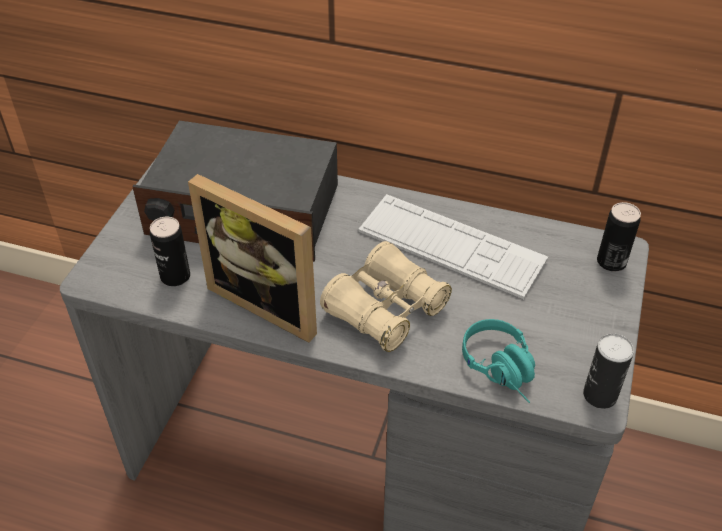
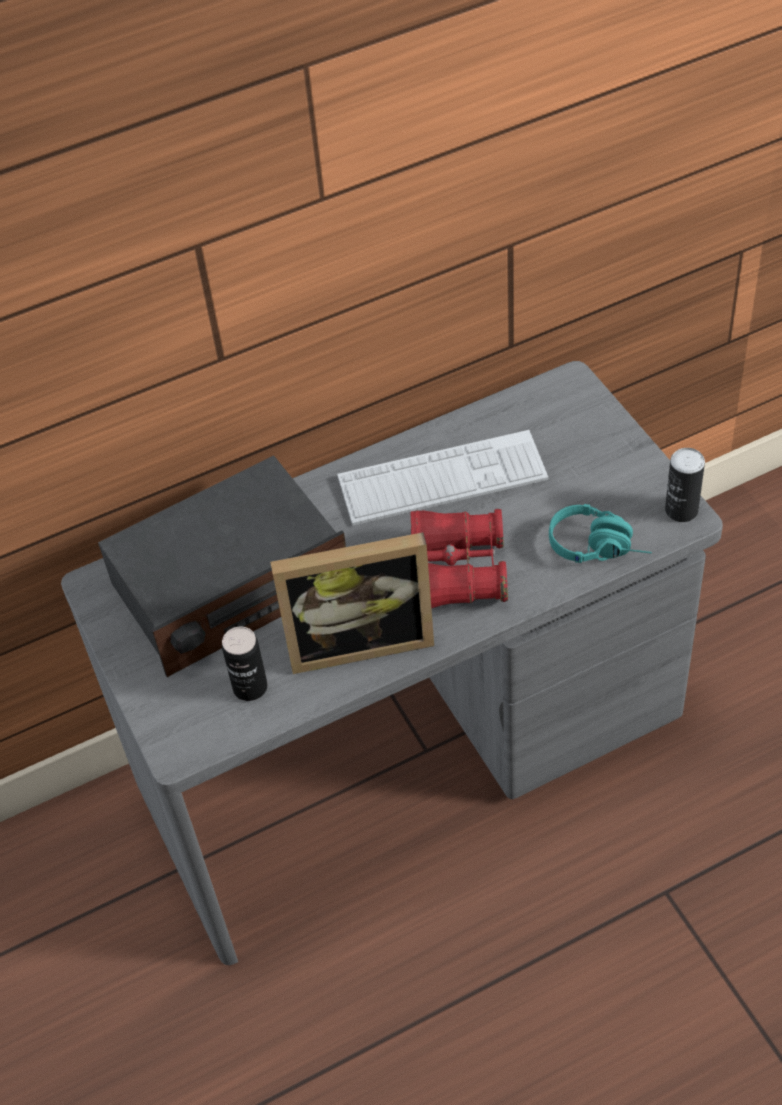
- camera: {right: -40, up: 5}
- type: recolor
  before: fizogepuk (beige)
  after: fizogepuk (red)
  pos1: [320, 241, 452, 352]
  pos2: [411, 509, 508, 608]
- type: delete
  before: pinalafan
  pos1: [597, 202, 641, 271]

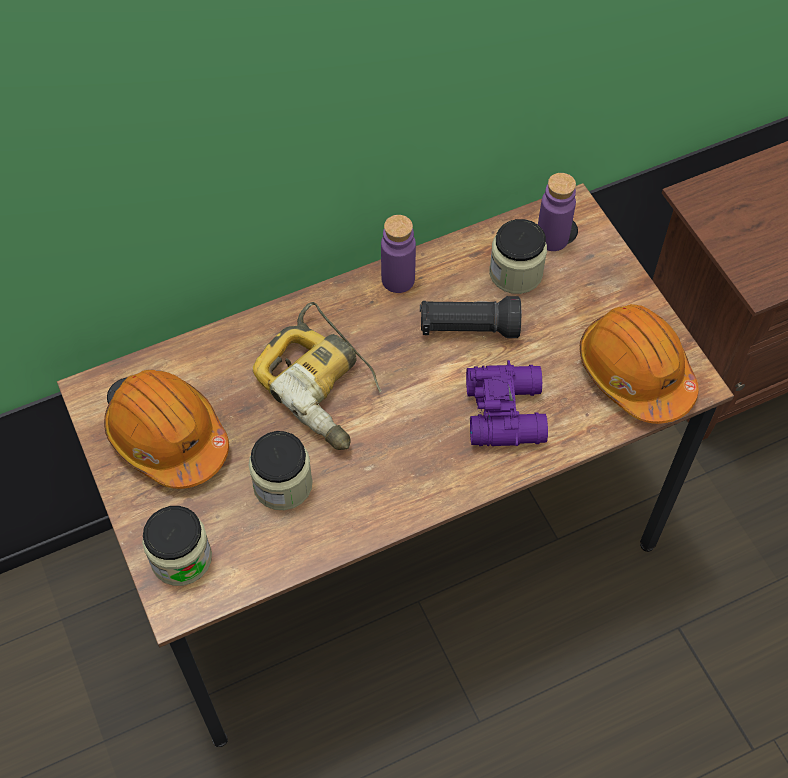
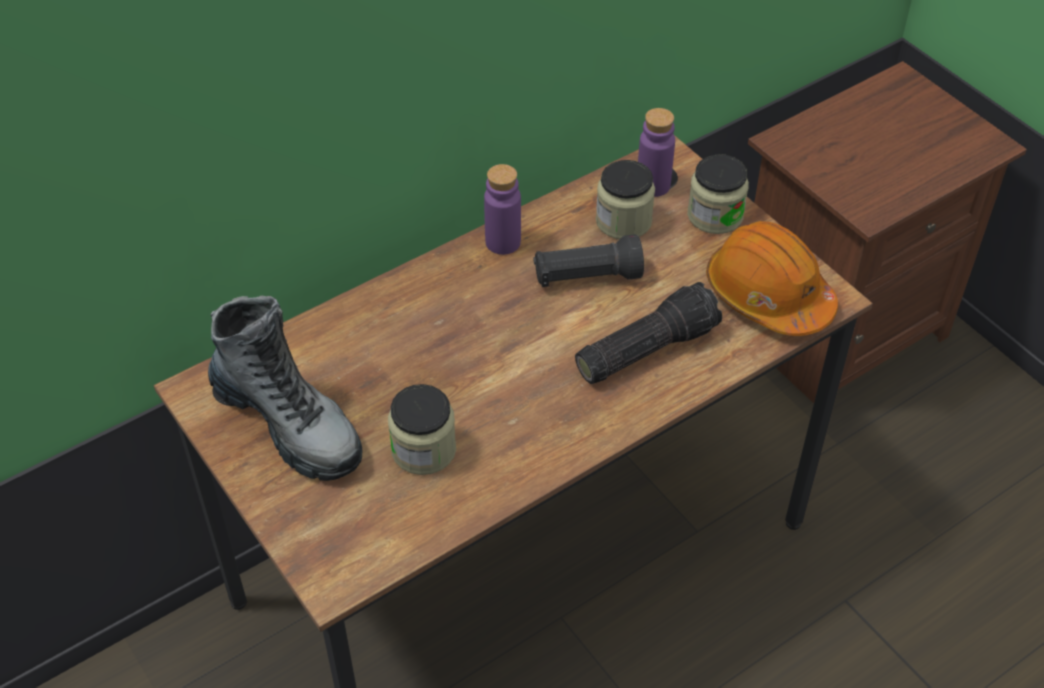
- camera: {right: -10, up: -10}
- type: replace
  before: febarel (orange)
  after: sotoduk
  pos1: [104, 370, 229, 489]
  pos2: [208, 296, 362, 481]
- type: replace
  before: fizogepuk (purple)
  after: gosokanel
  pos1: [466, 360, 548, 446]
  pos2: [575, 282, 722, 384]
- type: move
  before: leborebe
  pos1: [142, 506, 212, 586]
  pos2: [687, 154, 749, 234]
- type: delete
  before: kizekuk
  pos1: [253, 302, 382, 450]

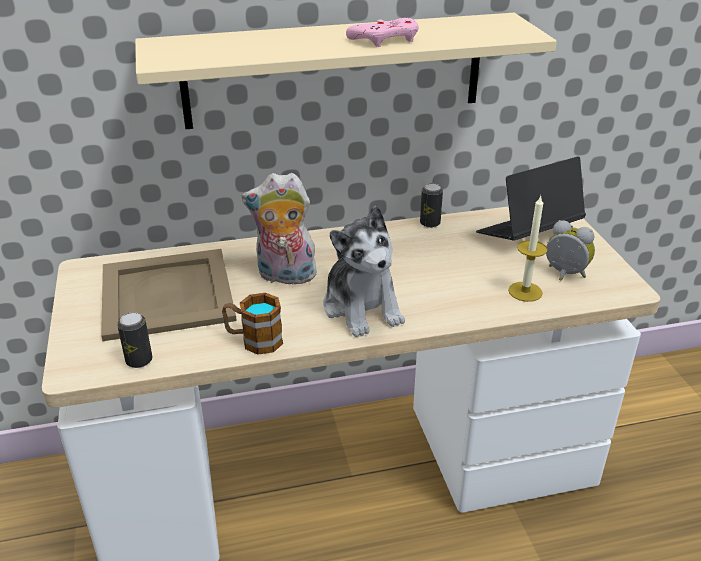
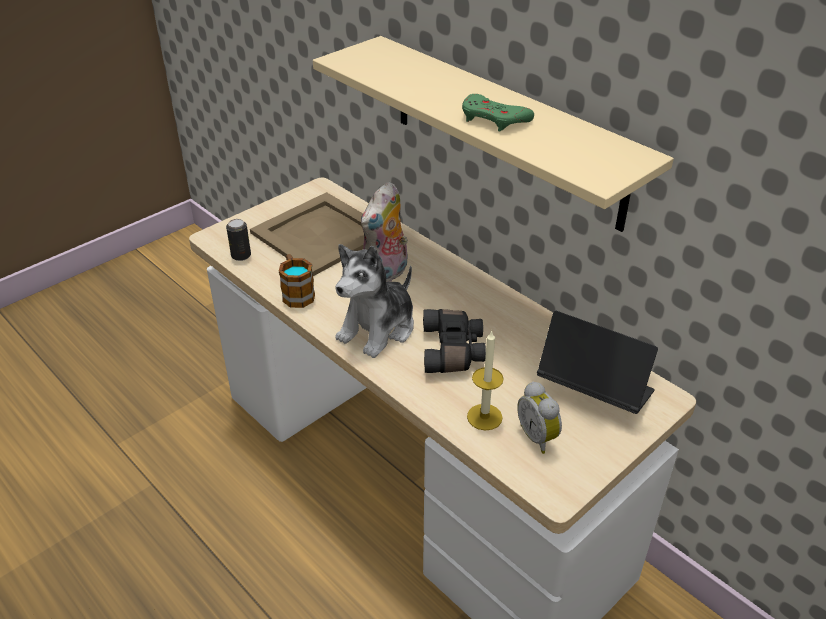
- camera: {right: 60, up: 5}
- type: rotate
  before: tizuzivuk
  pos1: [242, 173, 319, 288]
  pos2: [361, 181, 408, 282]
  turn: -120
- type: insert
  after: fizogepuk (black)
  pos2: [423, 309, 486, 373]
- type: recolor
  before: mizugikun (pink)
  after: mizugikun (green)
  pos1: [346, 18, 419, 47]
  pos2: [462, 94, 534, 131]
- type: rotate
  before: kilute
  pos1: [546, 220, 595, 281]
  pos2: [517, 381, 562, 454]
  turn: 150
- type: delete
  before: pinalafan
  pos1: [420, 183, 443, 228]

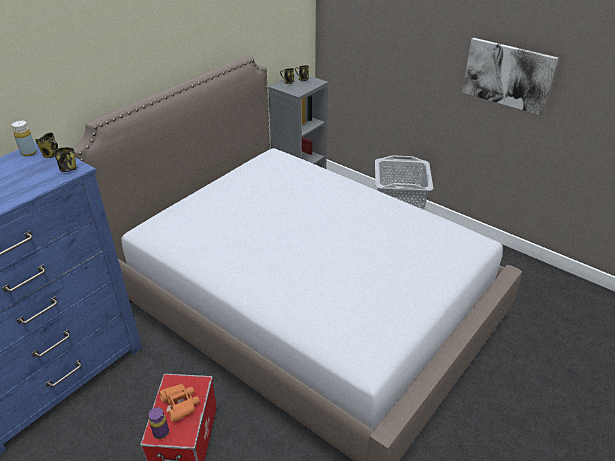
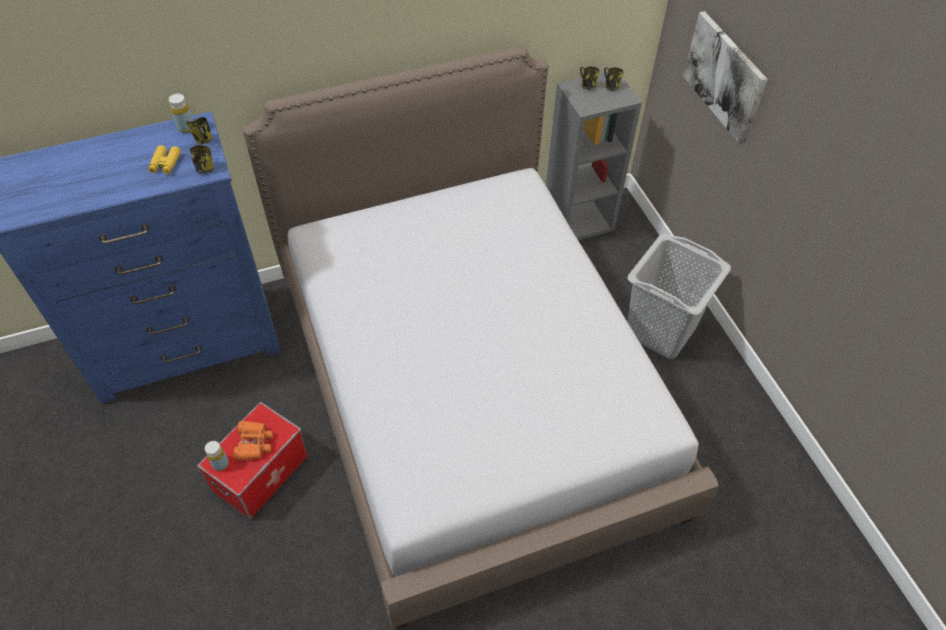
- camera: {right: 30, up: 15}
- type: insert
  after: fizogepuk (yellow)
  pos2: [148, 145, 181, 174]
- type: recolor
  before: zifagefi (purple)
  after: zifagefi (yellow)
  pos1: [149, 407, 169, 439]
  pos2: [205, 441, 229, 471]
- type: move
  before: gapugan
  pos1: [462, 38, 559, 115]
  pos2: [683, 11, 768, 144]

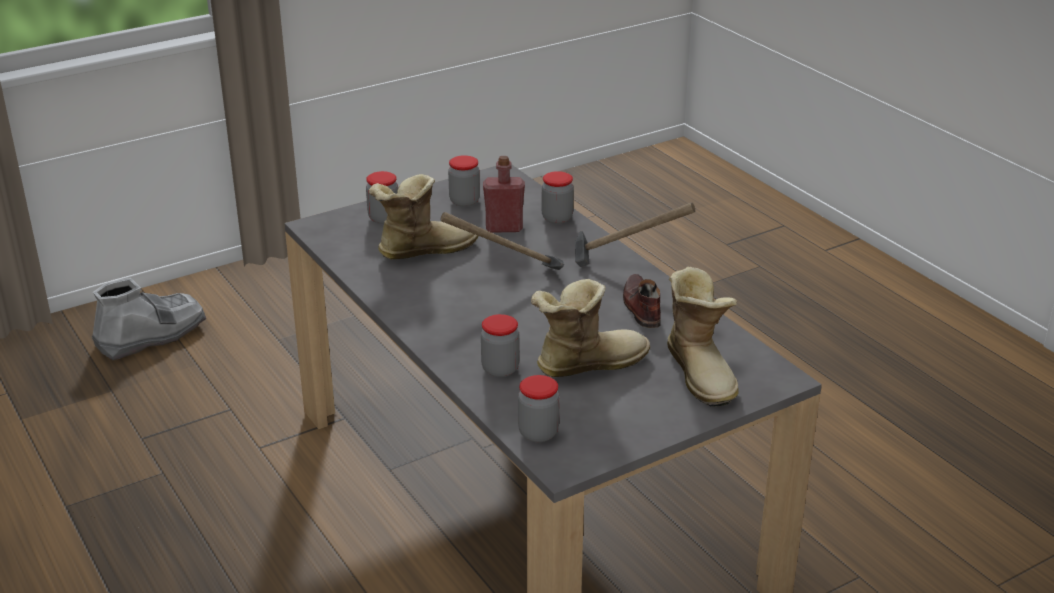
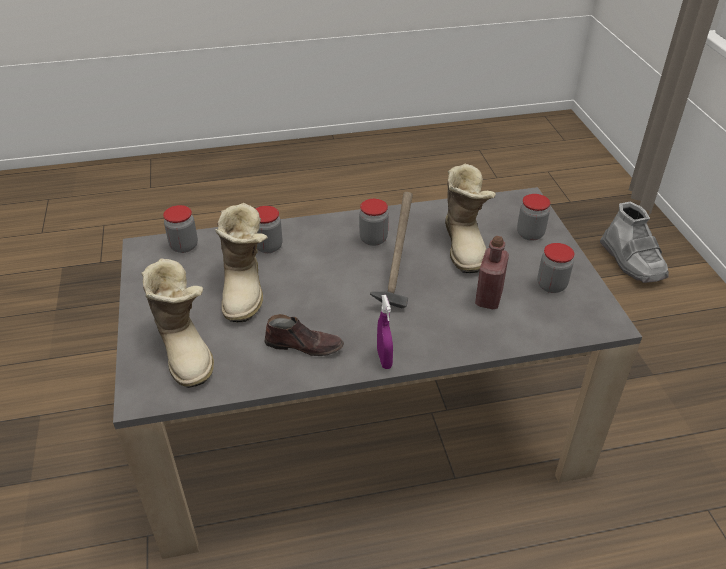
- camera: {right: 110, up: 10}
- type: rotate
  before: sotoduk
  pos1: [667, 267, 739, 407]
  pos2: [141, 258, 214, 388]
  turn: -120
- type: move
  before: leborebe
  pos1: [542, 171, 574, 224]
  pos2: [359, 199, 389, 246]
- type: replace
  before: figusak
  after: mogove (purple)
  pos1: [575, 202, 695, 267]
  pos2: [377, 295, 393, 369]

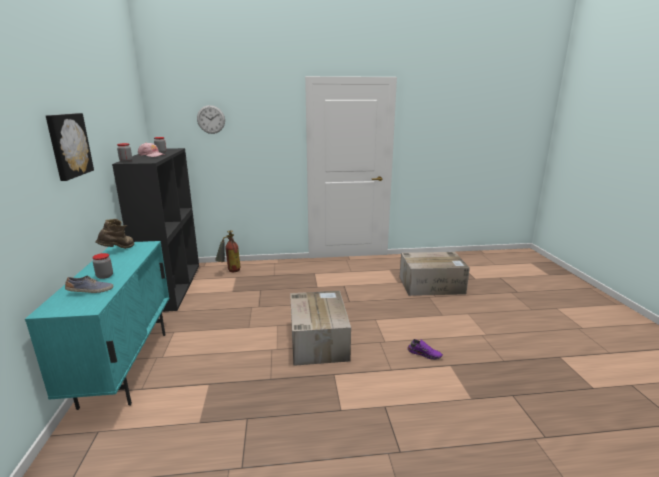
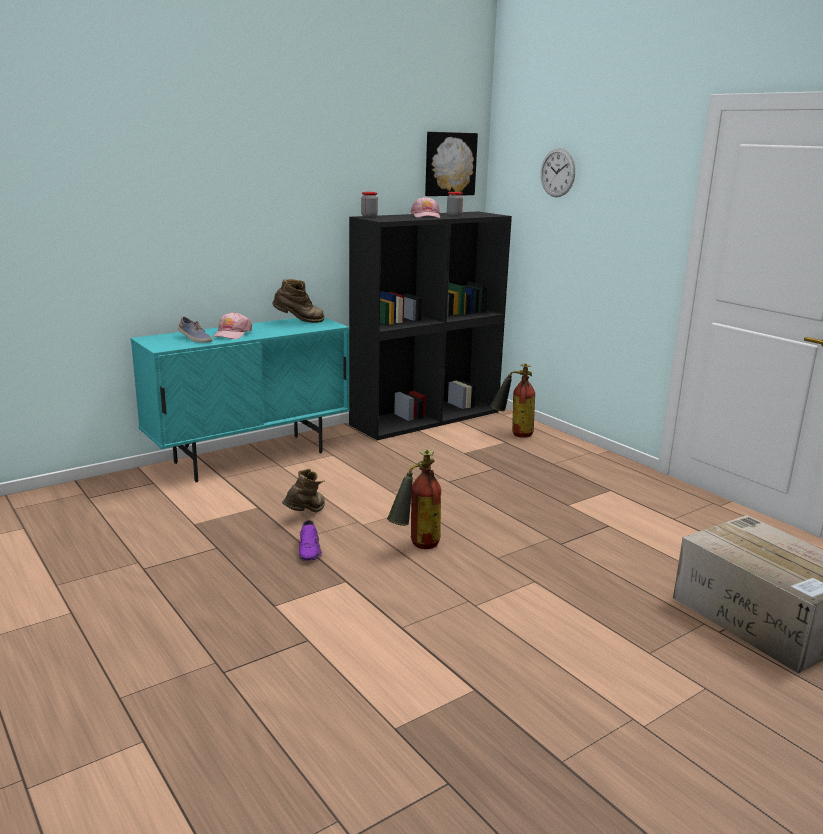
- camera: {right: 60, up: 0}
- type: replace
  before: leborebe
  after: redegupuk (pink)
  pos1: [92, 253, 113, 279]
  pos2: [213, 312, 252, 339]
- type: insert
  after: sotoduk (brown)
  pos2: [282, 469, 325, 513]
- type: move
  before: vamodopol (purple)
  pos1: [407, 339, 443, 360]
  pos2: [299, 520, 322, 561]
- type: replace
  before: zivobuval
  after: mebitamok
  pos1: [290, 291, 351, 366]
  pos2: [387, 450, 441, 549]
- type: move
  before: gapugan
  pos1: [46, 113, 94, 181]
  pos2: [425, 132, 478, 196]

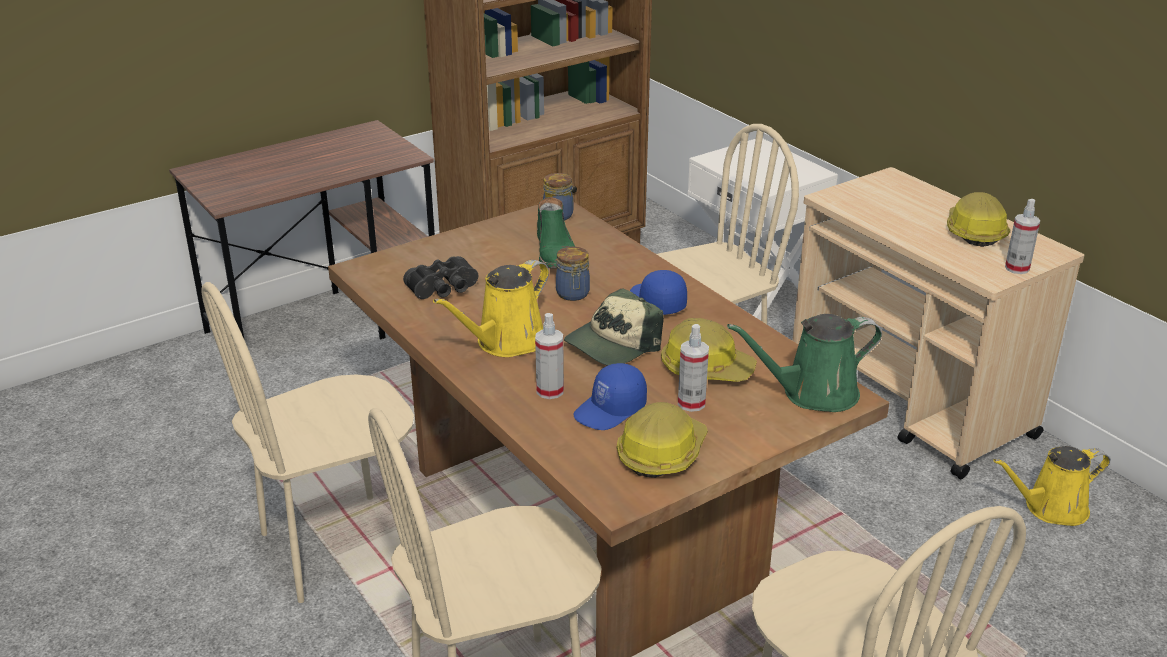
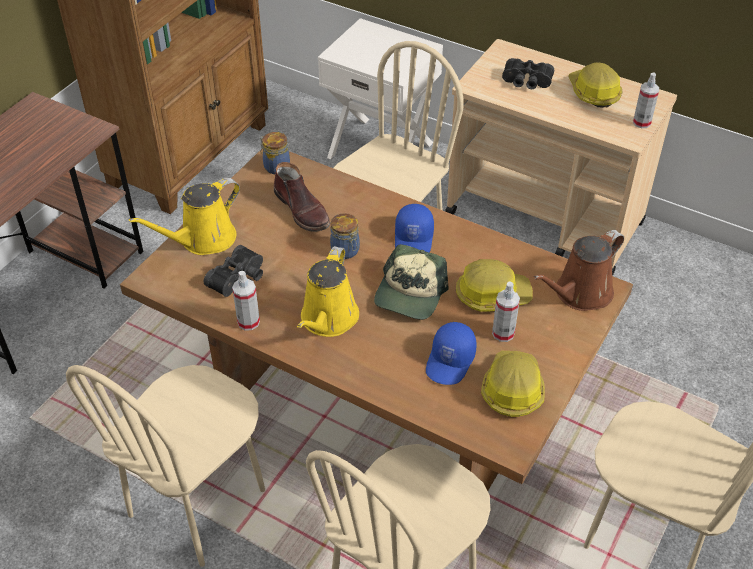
- camera: {right: -25, up: 15}
- type: move
  before: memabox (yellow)
  pos1: [993, 446, 1110, 526]
  pos2: [129, 178, 240, 255]
- type: move
  before: mogove
  pos1: [535, 313, 564, 399]
  pos2: [232, 271, 260, 331]
- type: recolor
  before: sotoduk (green)
  after: sotoduk (brown)
  pos1: [537, 197, 575, 269]
  pos2: [274, 162, 330, 232]
- type: rotate
  before: redegupuk (blue)
  pos1: [630, 270, 687, 315]
  pos2: [395, 204, 434, 252]
  turn: -120
- type: insert
  after: fizogepuk (black)
  pos2: [502, 58, 554, 89]
- type: recolor
  before: memabox (green)
  after: memabox (brown)
  pos1: [727, 314, 882, 412]
  pos2: [534, 230, 624, 311]

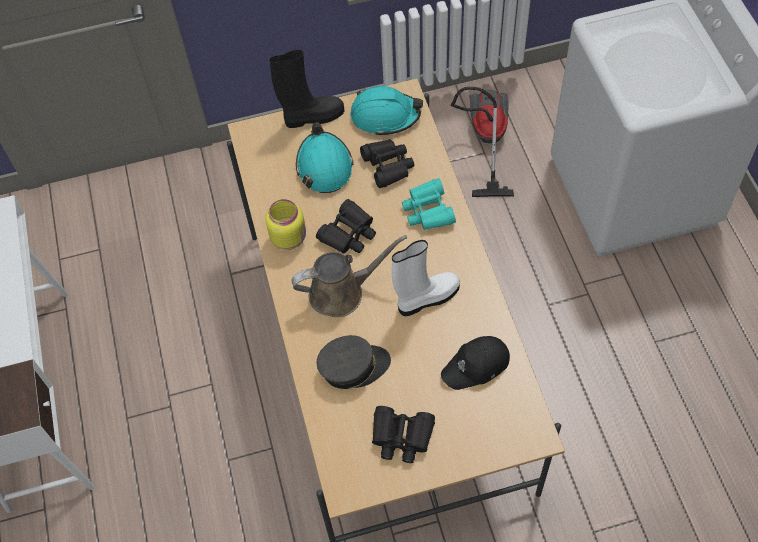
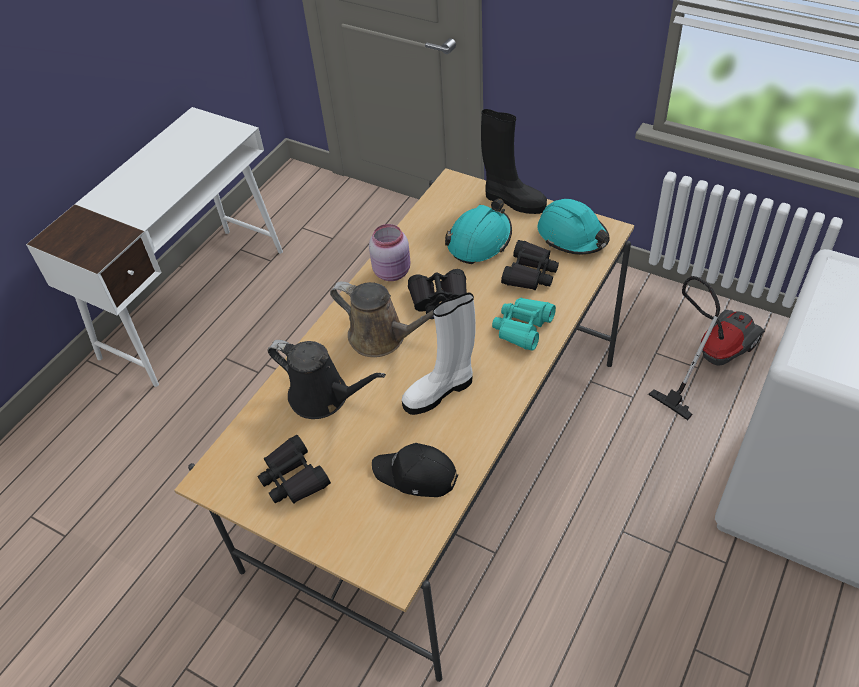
- camera: {right: 45, up: -10}
- type: replace
  before: redegupuk (grey)
  after: memabox (black)
  pos1: [317, 335, 391, 389]
  pos2: [268, 340, 386, 419]
- type: recolor
  before: leborebe (yellow)
  after: leborebe (pink)
  pos1: [265, 199, 306, 250]
  pos2: [369, 224, 410, 281]
- type: rotate
  before: sotoduk (white)
  pos1: [392, 240, 460, 316]
  pos2: [402, 293, 476, 415]
  turn: 135

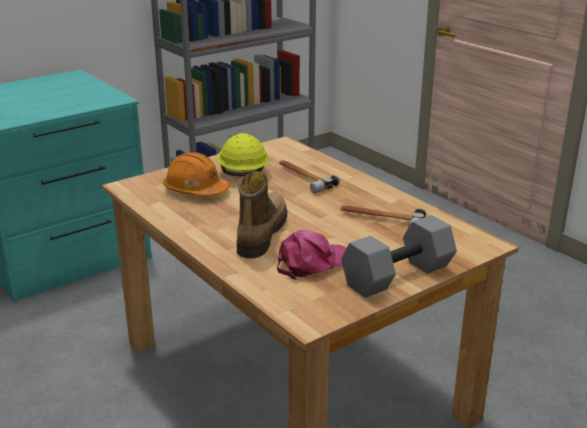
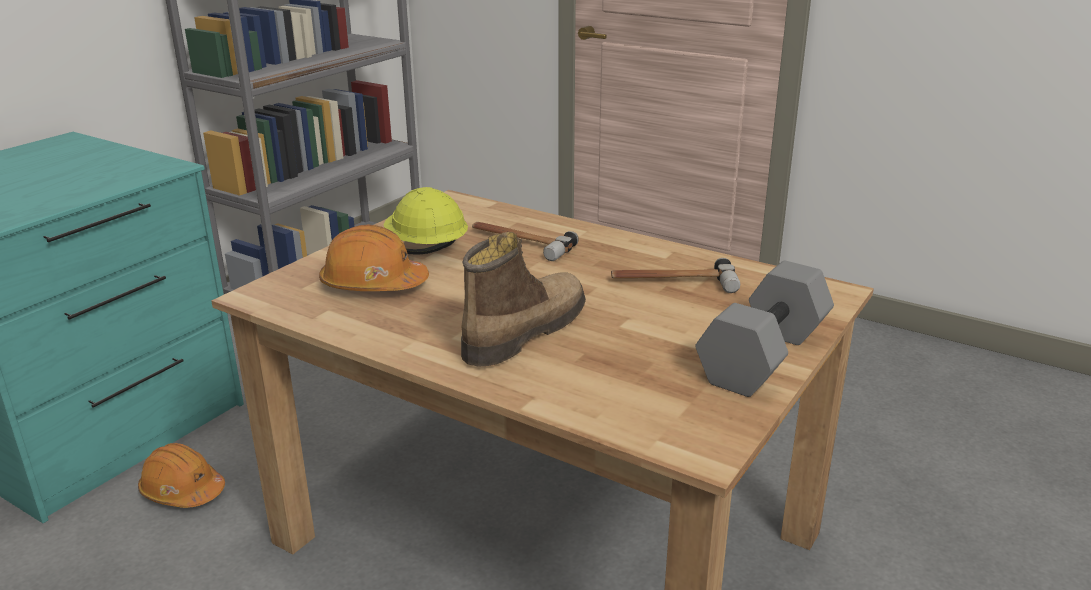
- camera: {right: -20, up: 0}
- type: insert
  after: febarel (orange)
  pos2: [138, 443, 225, 508]
- type: rotate
  before: sotoduk
  pos1: [237, 171, 287, 259]
  pos2: [461, 232, 586, 367]
  turn: 45
- type: delete
  before: redegupuk (pink)
  pos1: [277, 230, 347, 280]

